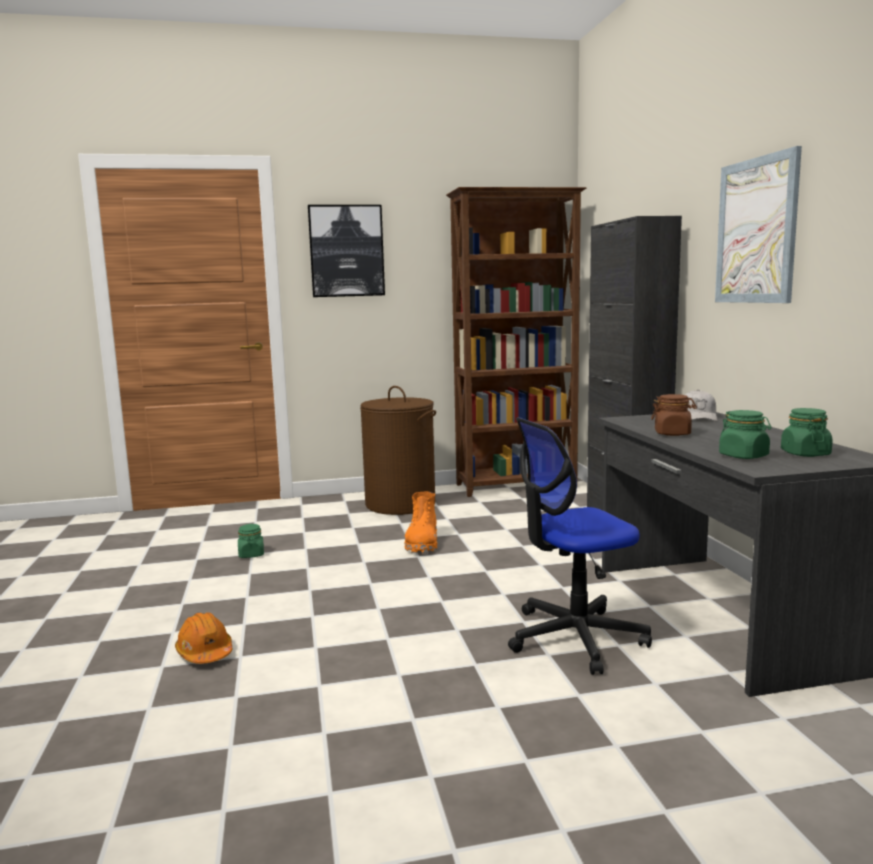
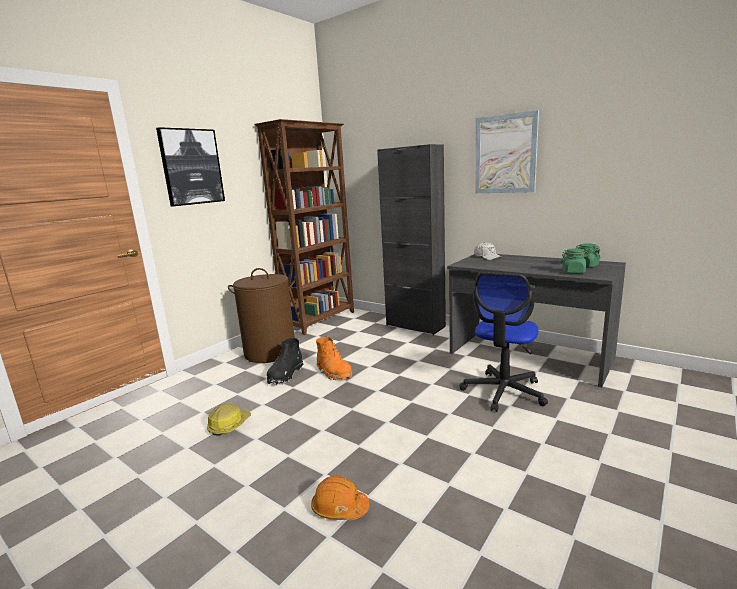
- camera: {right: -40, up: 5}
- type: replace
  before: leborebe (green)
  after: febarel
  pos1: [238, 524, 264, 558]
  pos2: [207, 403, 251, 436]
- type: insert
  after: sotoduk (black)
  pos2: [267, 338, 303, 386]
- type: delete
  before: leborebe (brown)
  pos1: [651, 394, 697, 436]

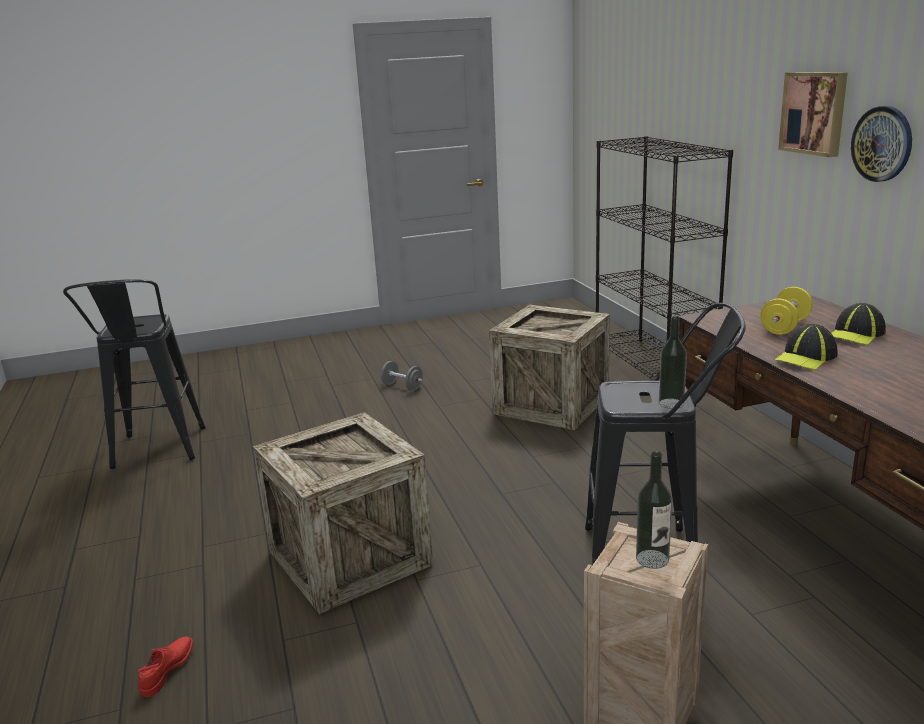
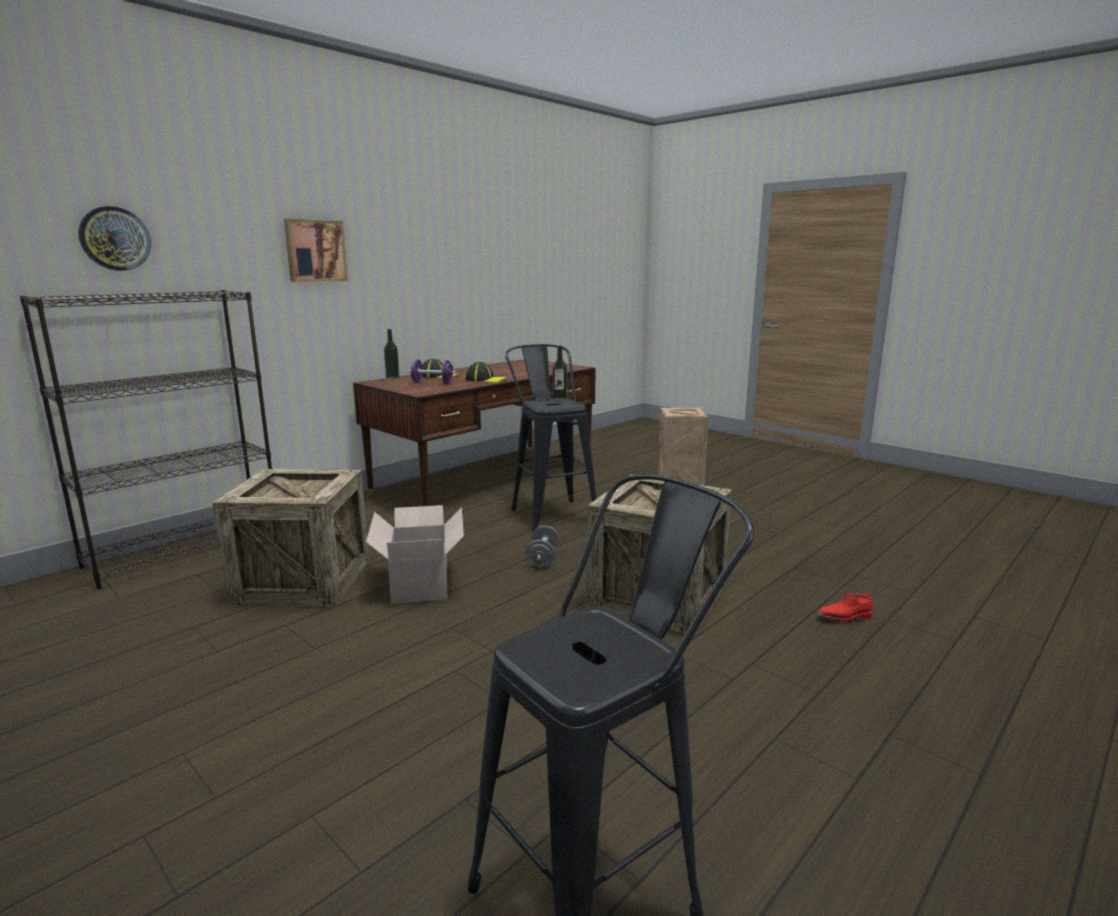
- camera: {right: -120, up: -5}
- type: move
  before: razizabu
  pos1: [851, 106, 912, 182]
  pos2: [78, 206, 151, 271]
- type: insert
  after: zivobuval
  pos2: [366, 505, 464, 604]
- type: move
  before: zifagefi
  pos1: [636, 451, 672, 569]
  pos2: [384, 329, 400, 380]
- type: recolor
  before: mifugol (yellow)
  after: mifugol (purple)
  pos1: [760, 287, 813, 335]
  pos2: [408, 360, 456, 384]
- type: move
  before: mifugol (grey)
  pos1: [381, 361, 423, 391]
  pos2: [525, 525, 559, 568]

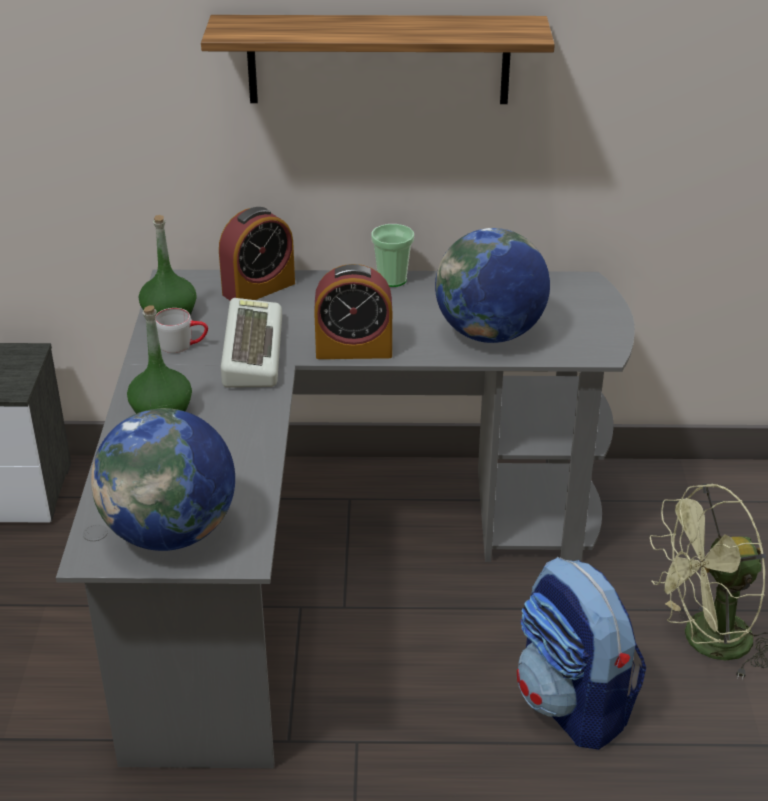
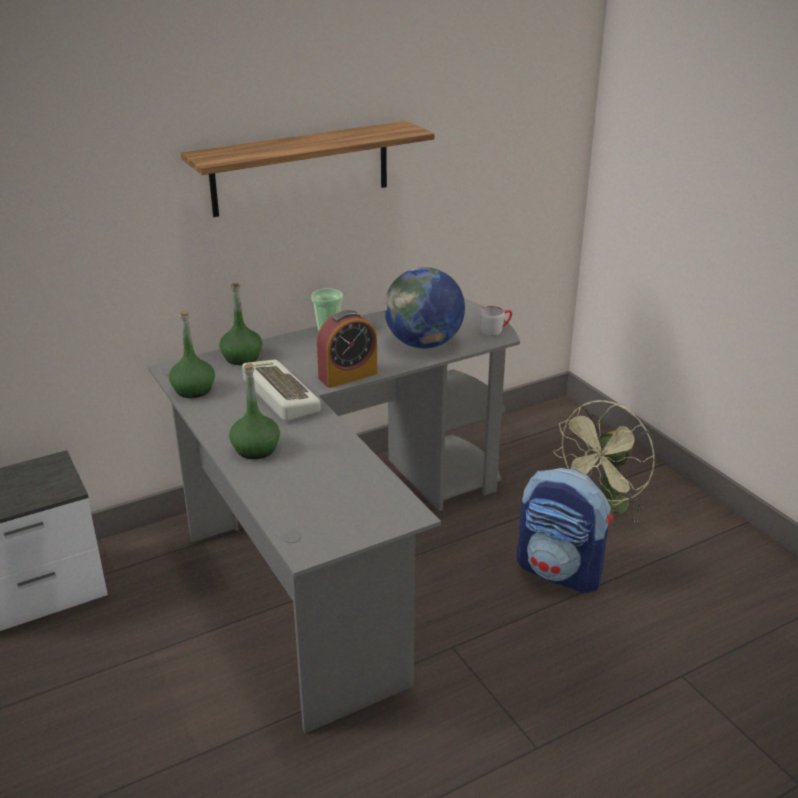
- camera: {right: -30, up: -5}
- type: replace
  before: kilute
  after: zifagefi (green)
  pos1: [219, 207, 295, 300]
  pos2: [219, 283, 262, 365]
- type: move
  before: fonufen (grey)
  pos1: [155, 308, 208, 353]
  pos2: [479, 306, 512, 336]
- type: delete
  before: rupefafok
  pos1: [91, 408, 235, 551]

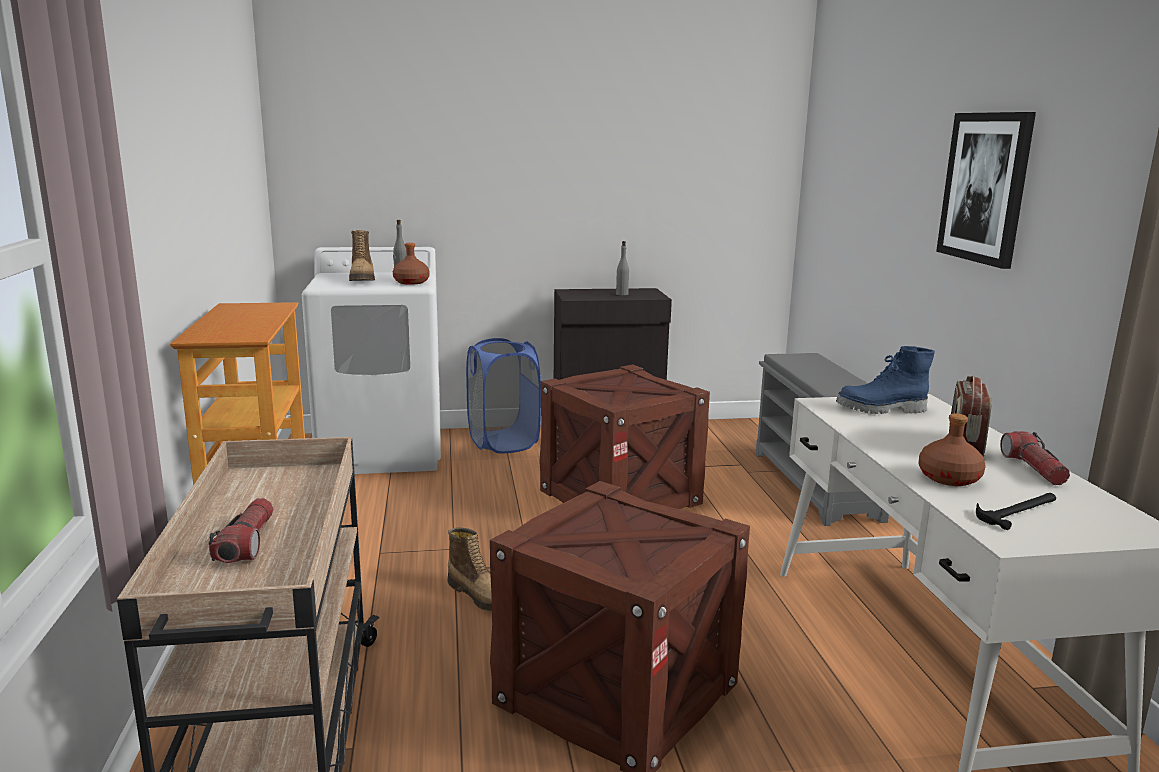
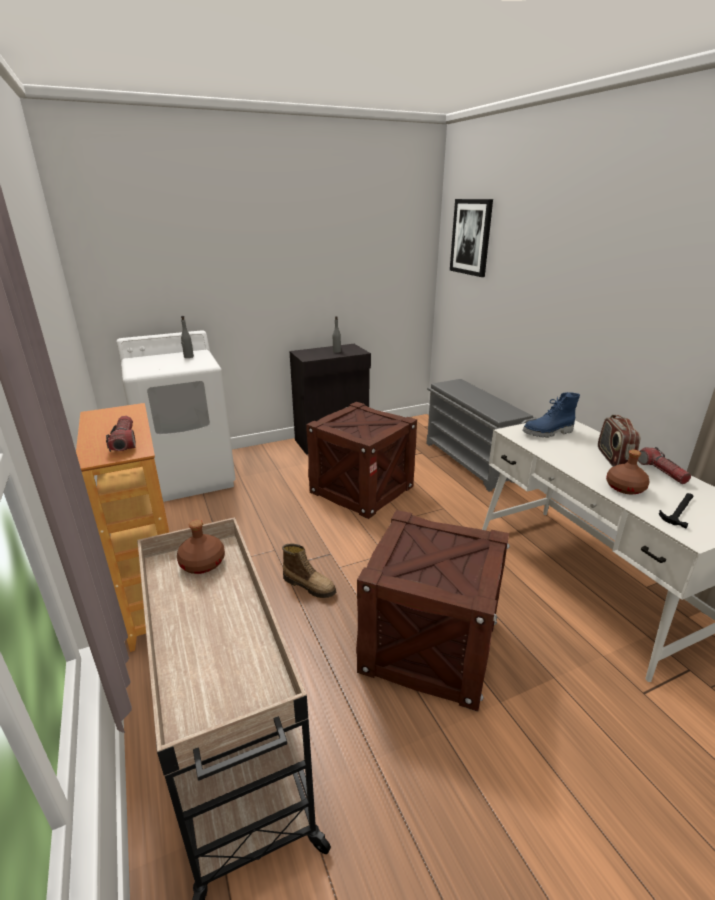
- camera: {right: -15, up: 10}
- type: move
  before: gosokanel
  pos1: [209, 498, 273, 563]
  pos2: [106, 416, 136, 452]
- type: move
  before: zifagefi (brown)
  pos1: [393, 243, 429, 285]
  pos2: [177, 520, 225, 574]
- type: move
  before: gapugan
  pos1: [936, 112, 1036, 269]
  pos2: [450, 199, 493, 277]
- type: delete
  before: sotoduk
  pos1: [349, 230, 375, 281]
- type: delete
  before: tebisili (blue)
  pos1: [466, 338, 541, 453]

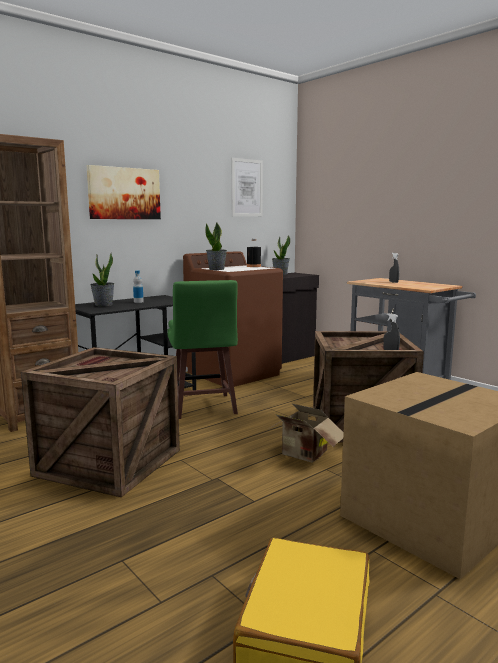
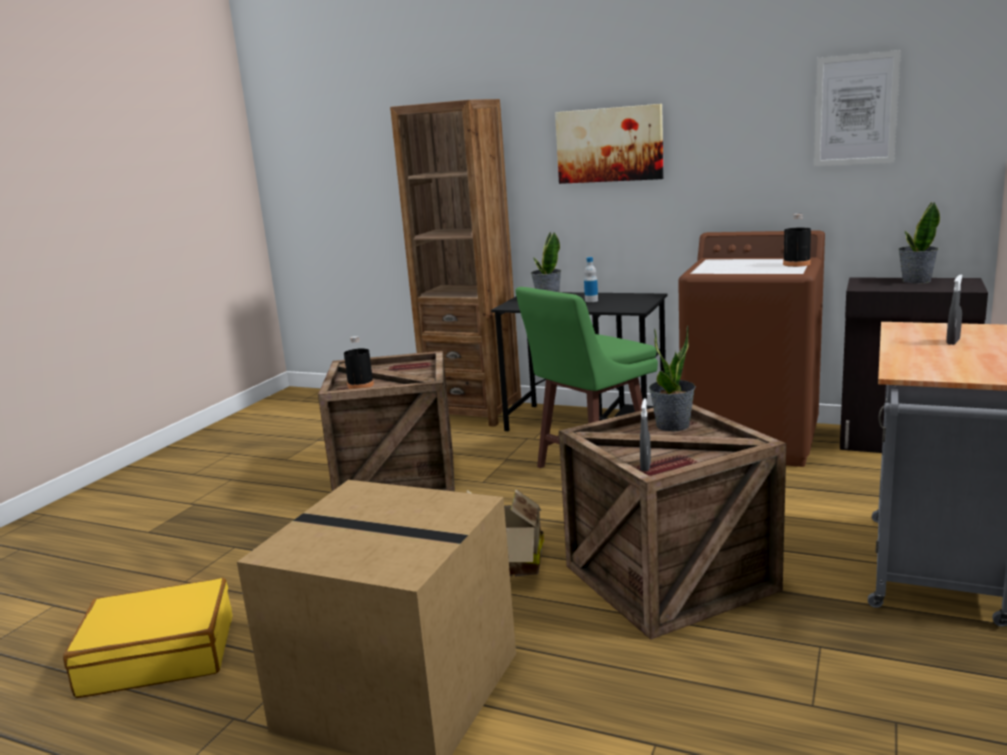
- camera: {right: 65, up: 5}
- type: insert
  after: zifagefi (black)
  pos2: [344, 336, 374, 389]
- type: move
  before: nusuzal
  pos1: [205, 222, 227, 270]
  pos2: [649, 325, 696, 431]

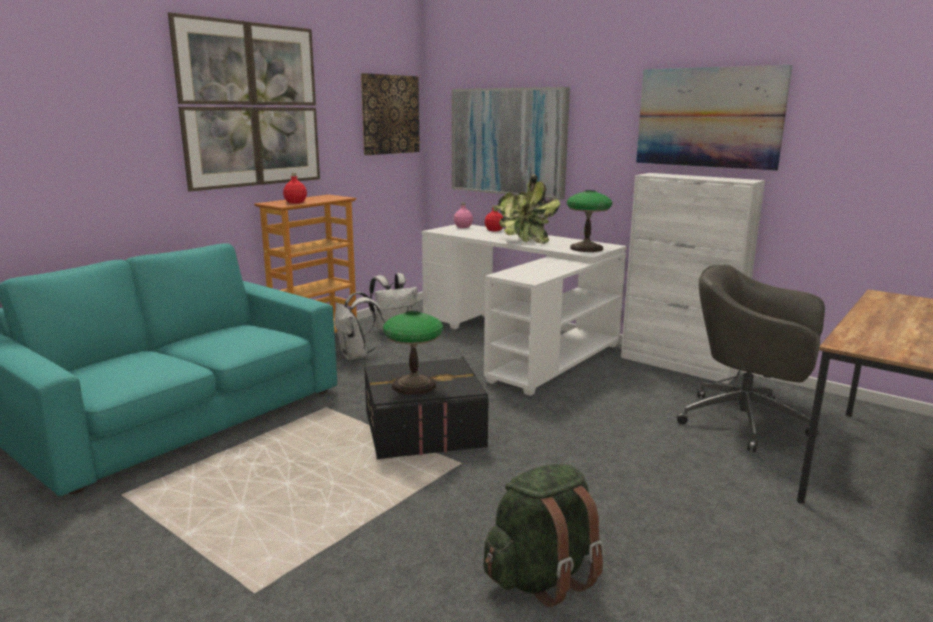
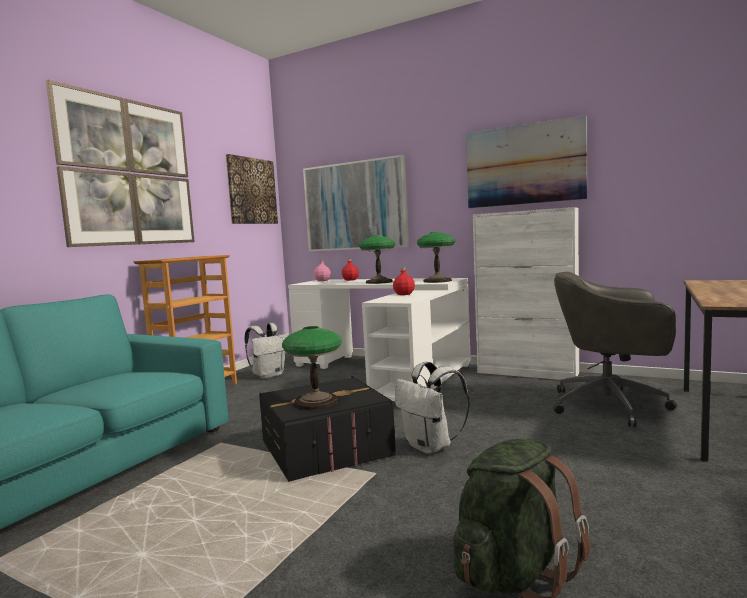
- camera: {right: -10, up: -10}
- type: replace
  before: nusuzal
  after: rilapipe
  pos1: [493, 174, 560, 244]
  pos2: [359, 235, 395, 284]
- type: move
  before: zifagefi (red)
  pos1: [283, 173, 307, 204]
  pos2: [393, 267, 415, 295]
- type: move
  before: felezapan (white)
  pos1: [334, 292, 385, 360]
  pos2: [395, 362, 470, 454]

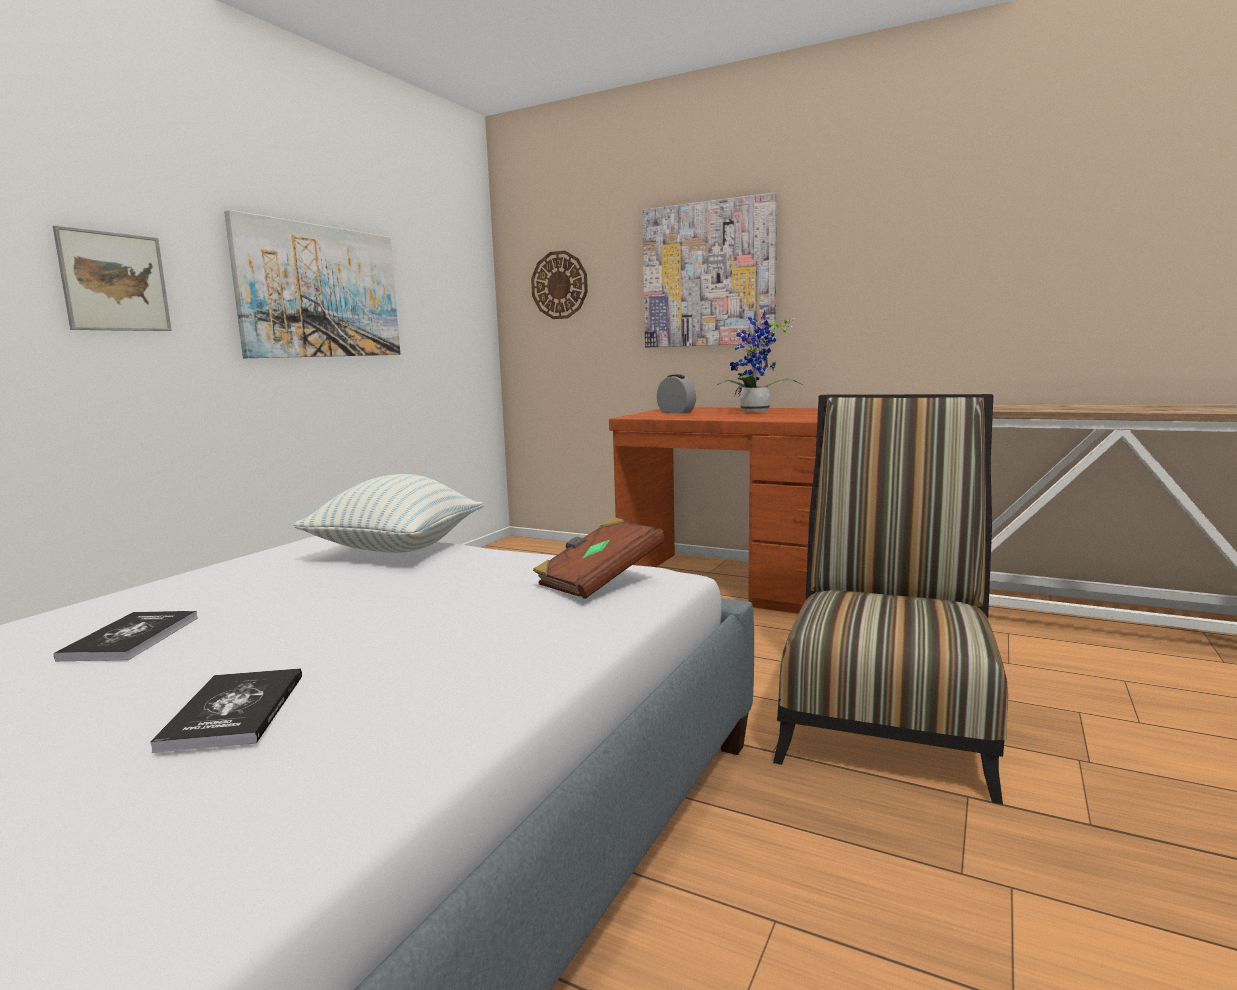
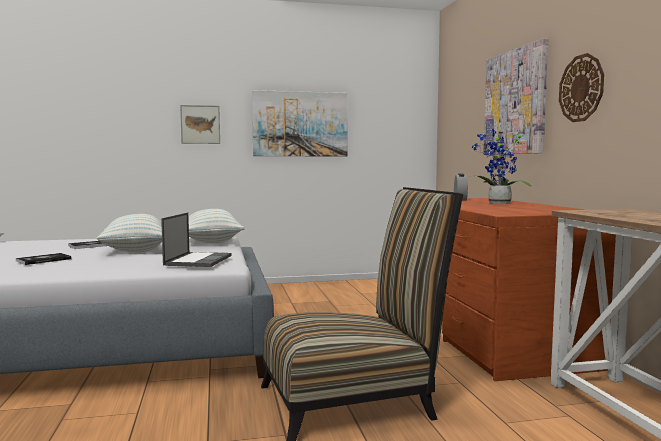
- camera: {right: 50, up: -5}
- type: insert
  after: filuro
  pos2: [97, 214, 162, 252]
- type: replace
  before: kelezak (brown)
  after: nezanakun
  pos1: [533, 517, 665, 599]
  pos2: [161, 213, 232, 267]
- type: move
  before: razizabu
  pos1: [531, 250, 588, 319]
  pos2: [559, 53, 604, 122]

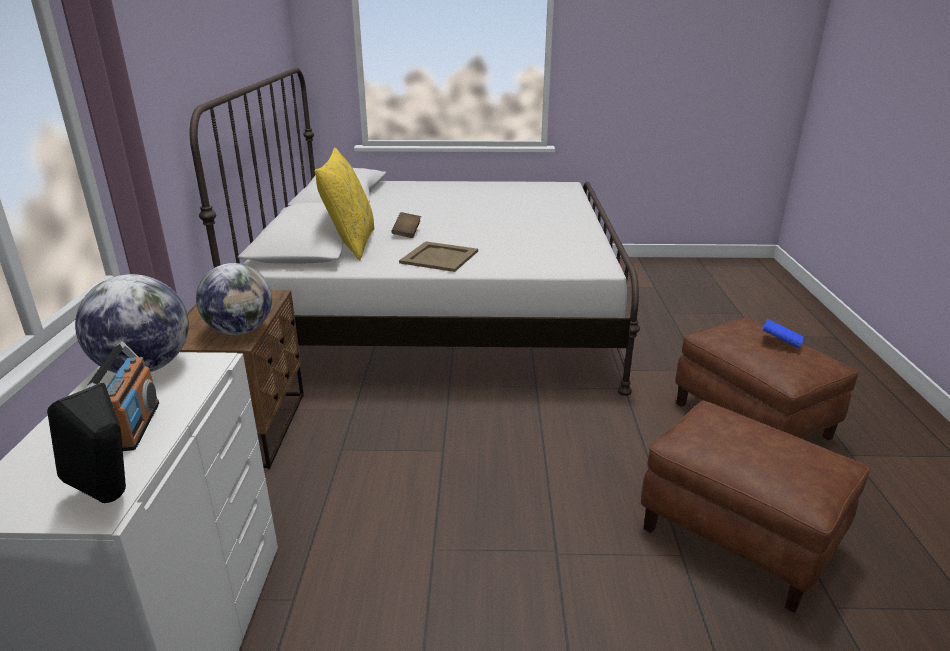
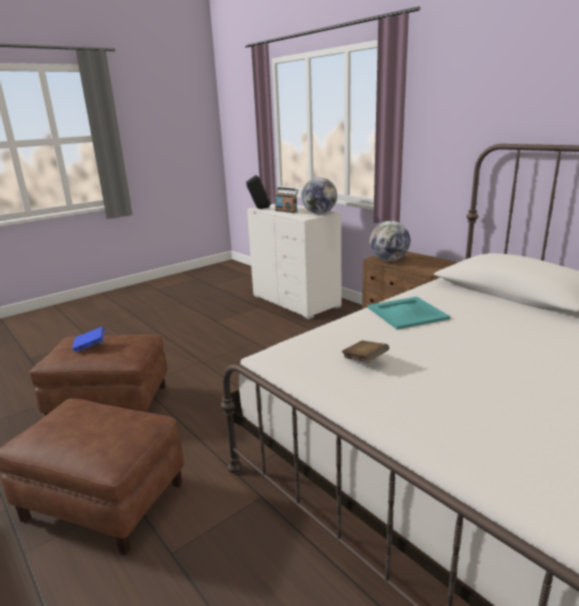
- camera: {right: 140, up: -5}
- type: move
  before: kelezak (blue)
  pos1: [762, 319, 803, 348]
  pos2: [72, 327, 105, 352]
- type: move
  before: kelezak (brown)
  pos1: [391, 212, 421, 238]
  pos2: [342, 341, 389, 363]
- type: recolor
  before: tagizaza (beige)
  after: tagizaza (turquoise)
  pos1: [399, 241, 478, 272]
  pos2: [368, 297, 450, 330]
- type: delete
  before: filuro (yellow)
  pos1: [315, 148, 374, 260]

